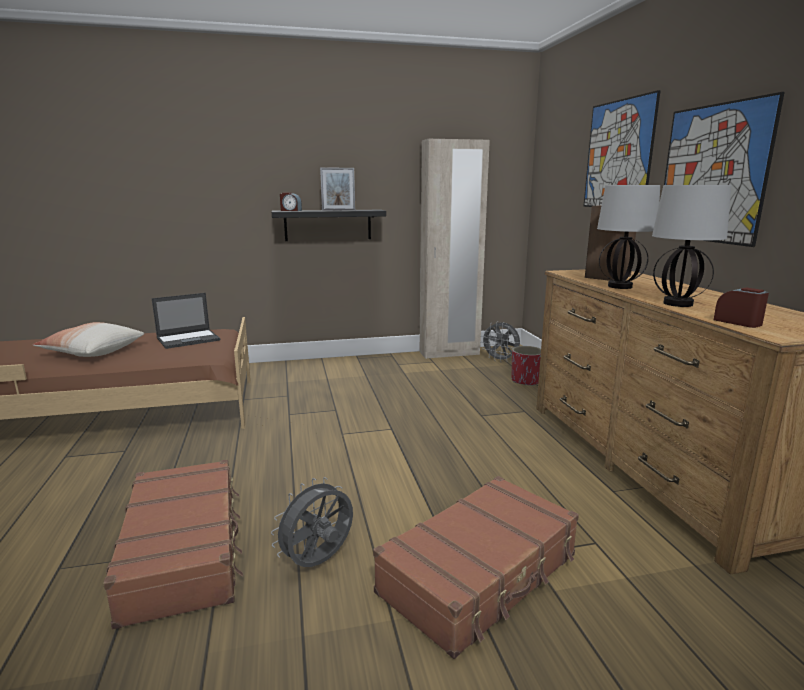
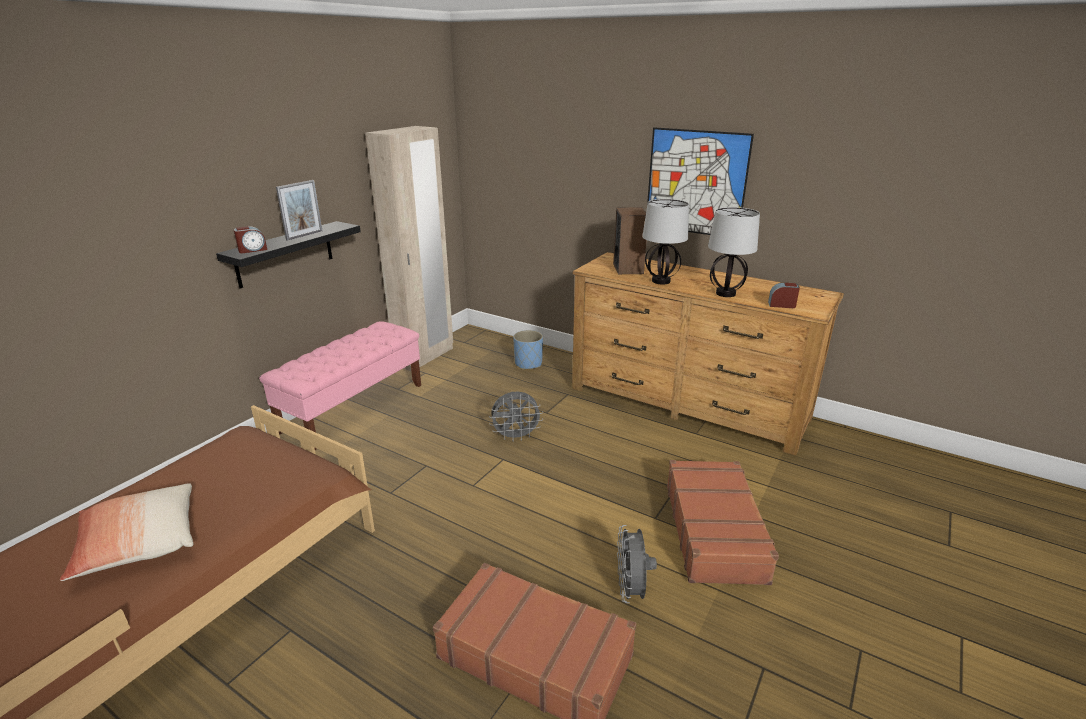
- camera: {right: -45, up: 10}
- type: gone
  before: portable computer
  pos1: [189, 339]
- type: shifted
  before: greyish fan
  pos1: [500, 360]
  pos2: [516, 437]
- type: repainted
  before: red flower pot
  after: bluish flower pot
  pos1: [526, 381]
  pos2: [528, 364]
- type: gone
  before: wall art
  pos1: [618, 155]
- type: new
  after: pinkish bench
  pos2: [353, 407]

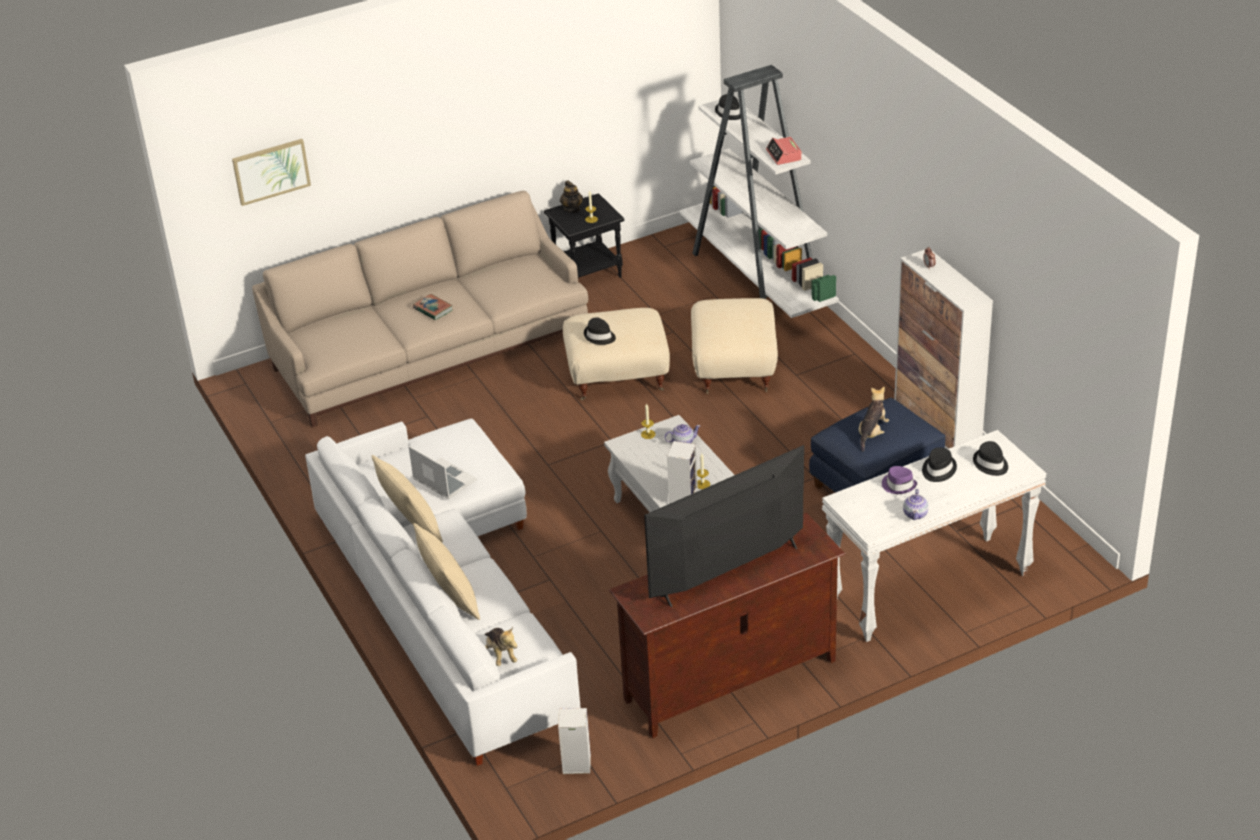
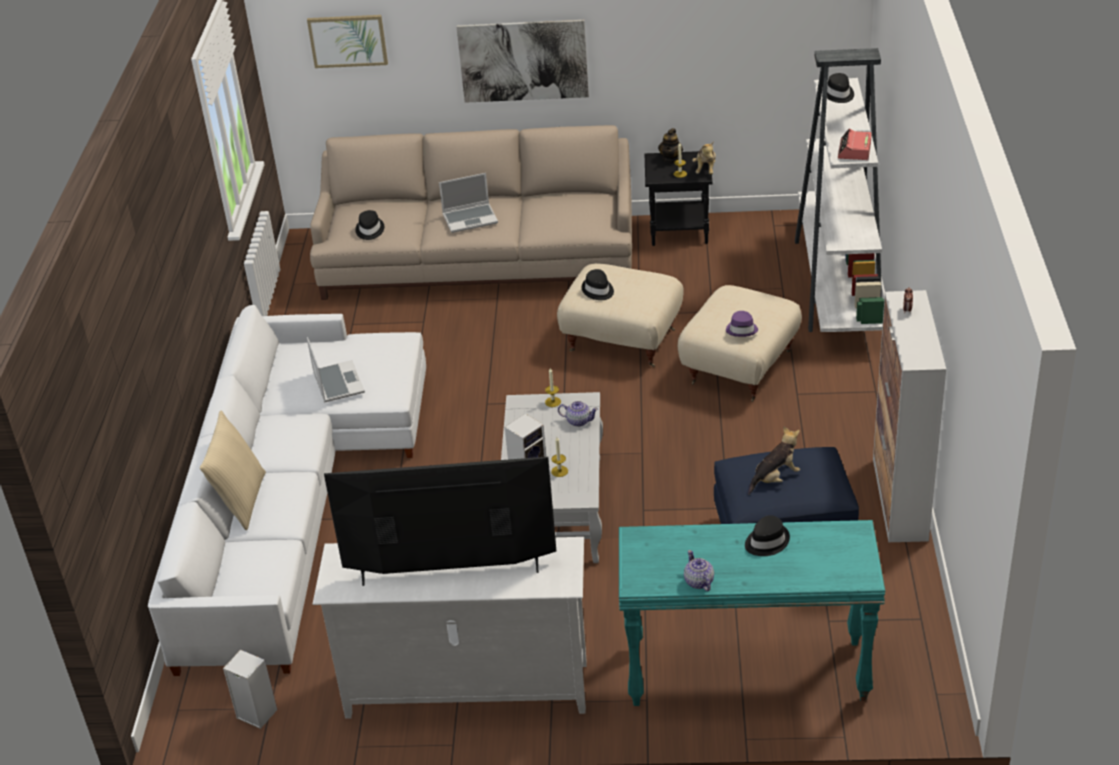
- camera: {right: 30, up: 0}
- type: gone
  before: beige throw pillow
  pos1: [411, 527]
- type: swapped
  before: bound book
  after: portable computer
  pos1: [433, 309]
  pos2: [470, 219]
- type: shifted
  before: plush toy
  pos1: [500, 655]
  pos2: [705, 169]
- type: repainted
  before: brown-coloured tv stand
  after: whitish tv stand
  pos1: [730, 681]
  pos2: [466, 690]
- type: repainted
  before: whitish narrow table
  after: turquoise-coloured narrow table
  pos1: [928, 589]
  pos2: [746, 674]
- type: shifted
  before: purple wearable hat
  pos1: [899, 485]
  pos2: [742, 329]
- type: rotated
  before: tea pot
  pos1: [915, 514]
  pos2: [698, 582]
  turn: 120
- type: shifted
  before: blackish wearable hat
  pos1: [990, 464]
  pos2: [369, 230]
- type: new
  after: wall art
  pos2: [523, 61]

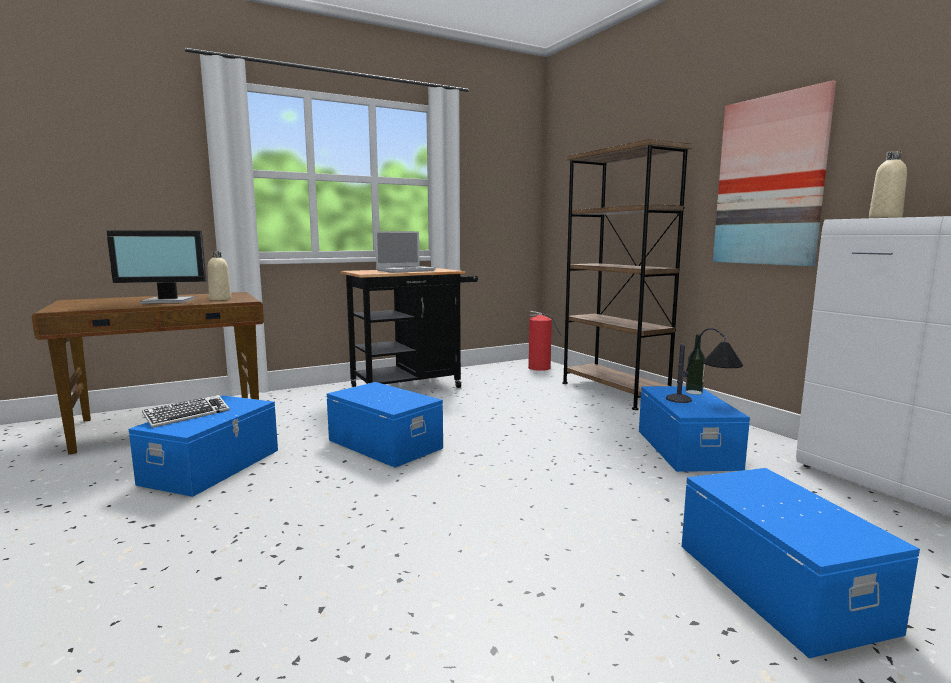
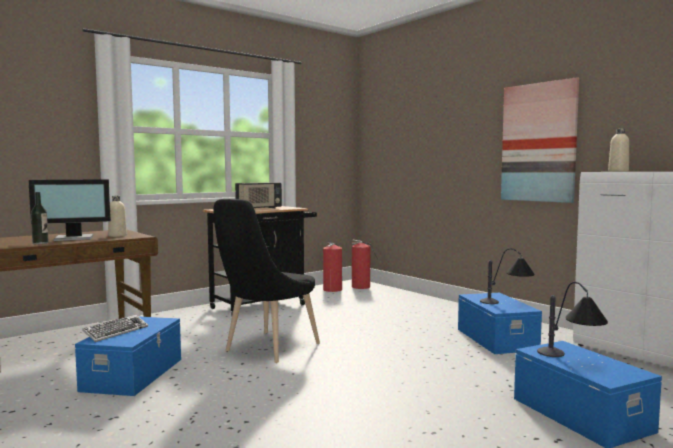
- camera: {right: -10, up: -5}
- type: swapped
  before: bluish storage box
  after: blackish upright chair
  pos1: [385, 443]
  pos2: [267, 349]
- type: swapped
  before: portable computer
  after: radio set
  pos1: [406, 270]
  pos2: [259, 208]
- type: gone
  before: brown-coloured shelving unit
  pos1: [613, 392]
- type: shifted
  before: beverage bottle
  pos1: [694, 392]
  pos2: [40, 243]
- type: new
  after: fire-fighting cylinder
  pos2: [333, 289]
- type: new
  after: lamp for a table
  pos2: [571, 361]

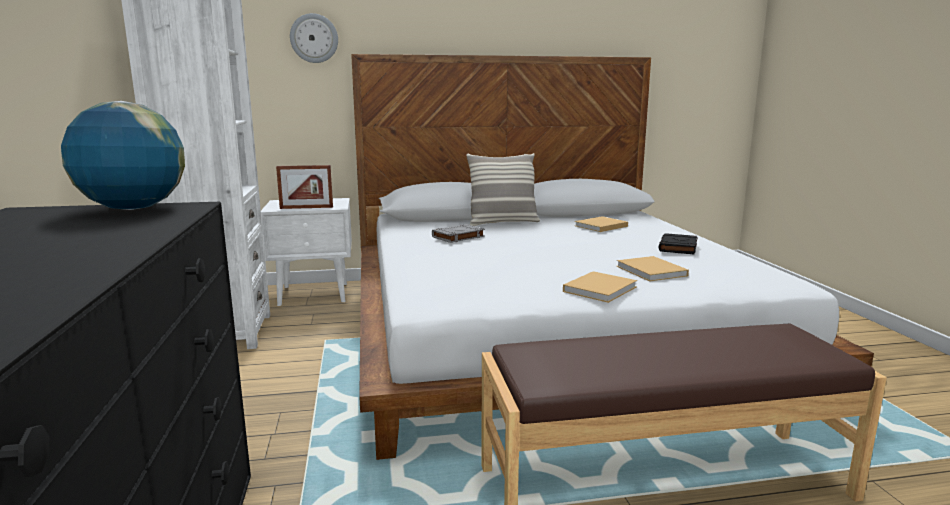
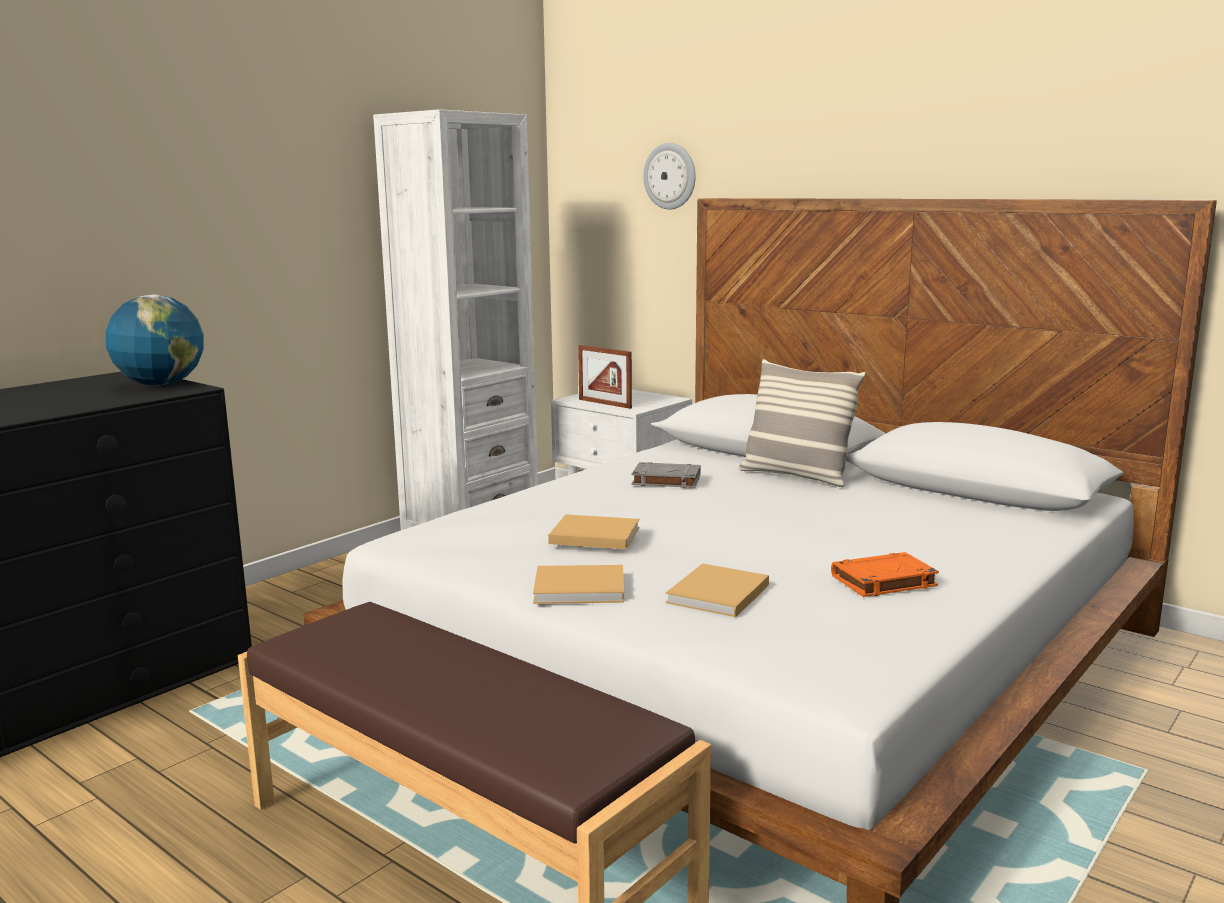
- camera: {right: 50, up: 0}
- type: shifted
  before: beige bound book
  pos1: [600, 226]
  pos2: [592, 535]
- type: repainted
  before: blackish bound book
  after: orange bound book
  pos1: [678, 248]
  pos2: [883, 581]

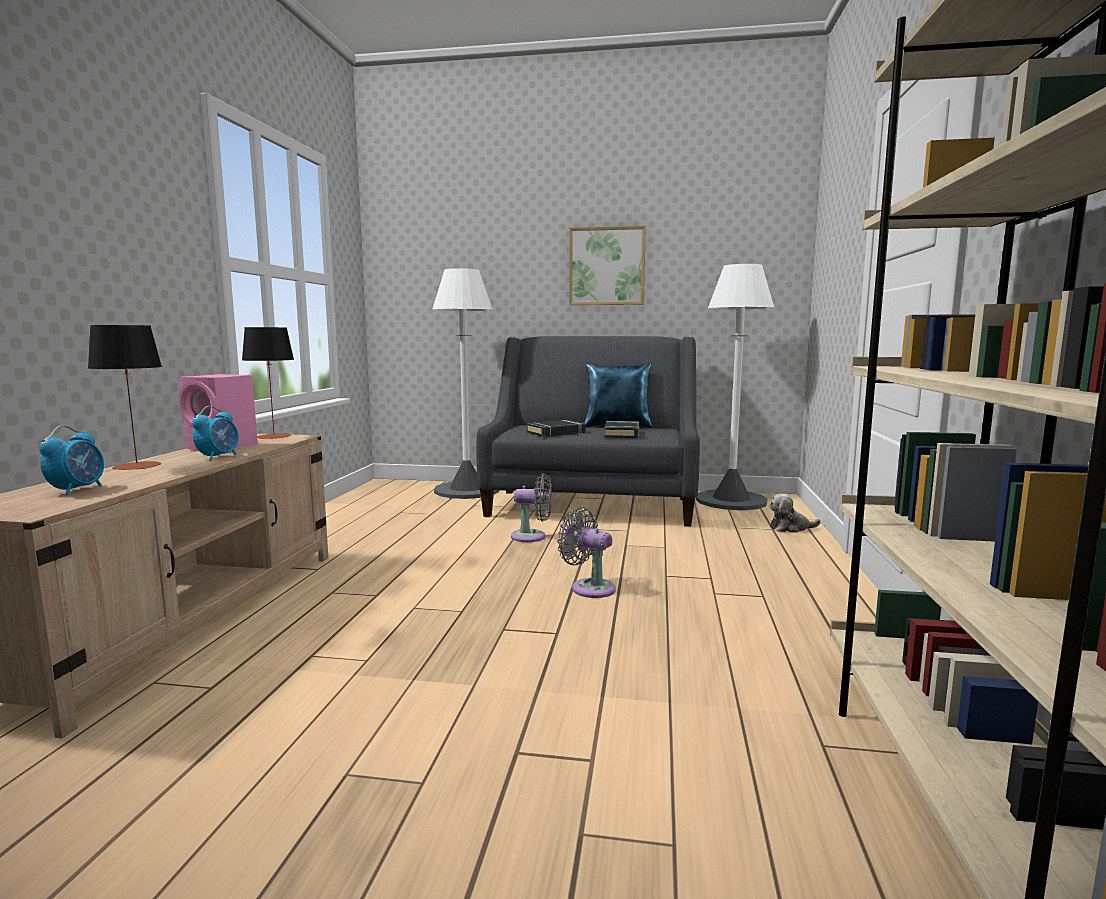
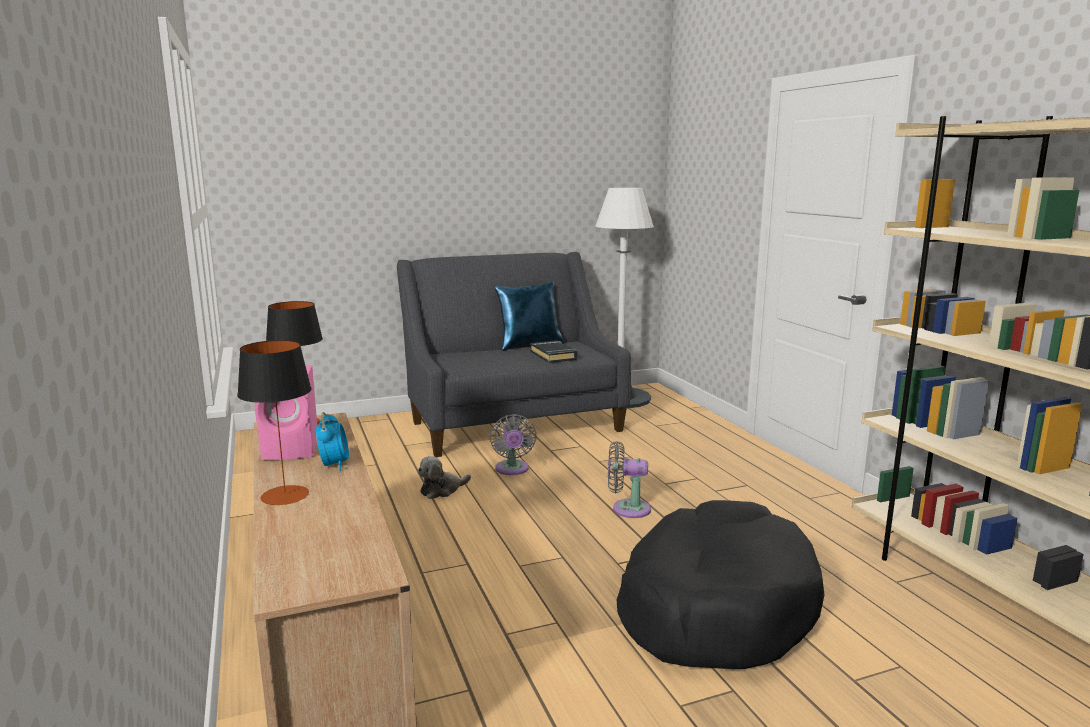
- camera: {right: -30, up: 5}
- type: gone
  before: bedside clock
  pos1: [77, 490]
- type: gone
  before: whitish standing lamp
  pos1: [467, 490]
- type: rotated
  before: greyish fan
  pos1: [532, 537]
  pos2: [512, 470]
  turn: 105
- type: gone
  before: blackish bound book
  pos1: [556, 432]
- type: gone
  before: wall art
  pos1: [607, 266]
- type: shifted
  before: plush toy
  pos1: [790, 528]
  pos2: [442, 490]
- type: new
  after: blackish pet bed
  pos2: [714, 606]

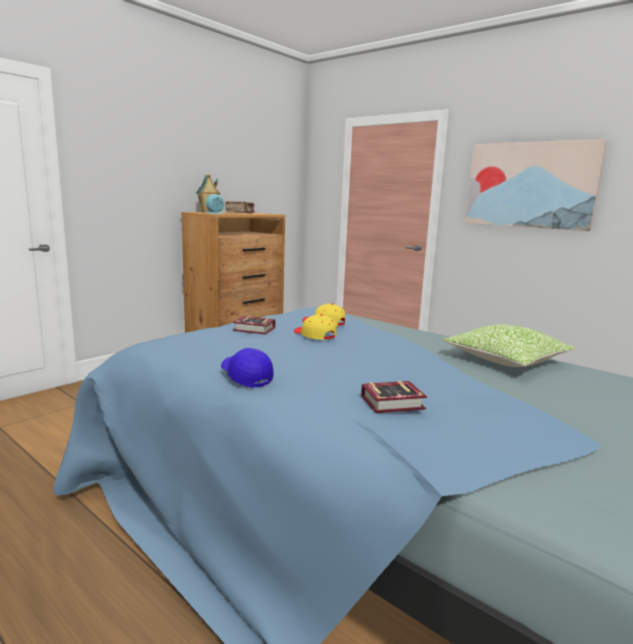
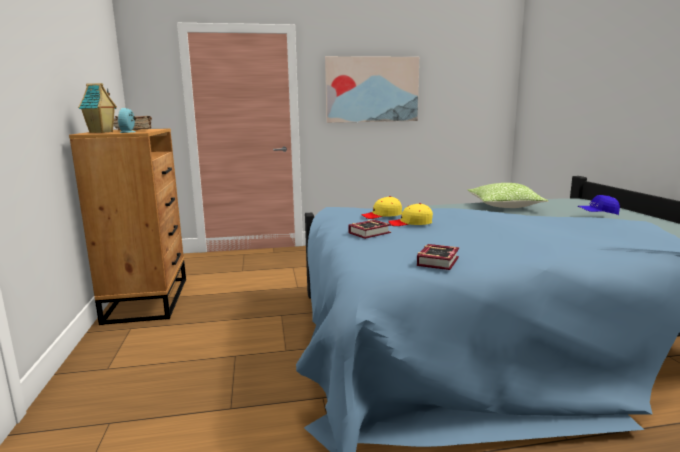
- camera: {right: -50, up: 0}
- type: shifted
  before: bluish cap
  pos1: [246, 377]
  pos2: [598, 214]
- type: shifted
  before: bound book
  pos1: [395, 403]
  pos2: [439, 261]

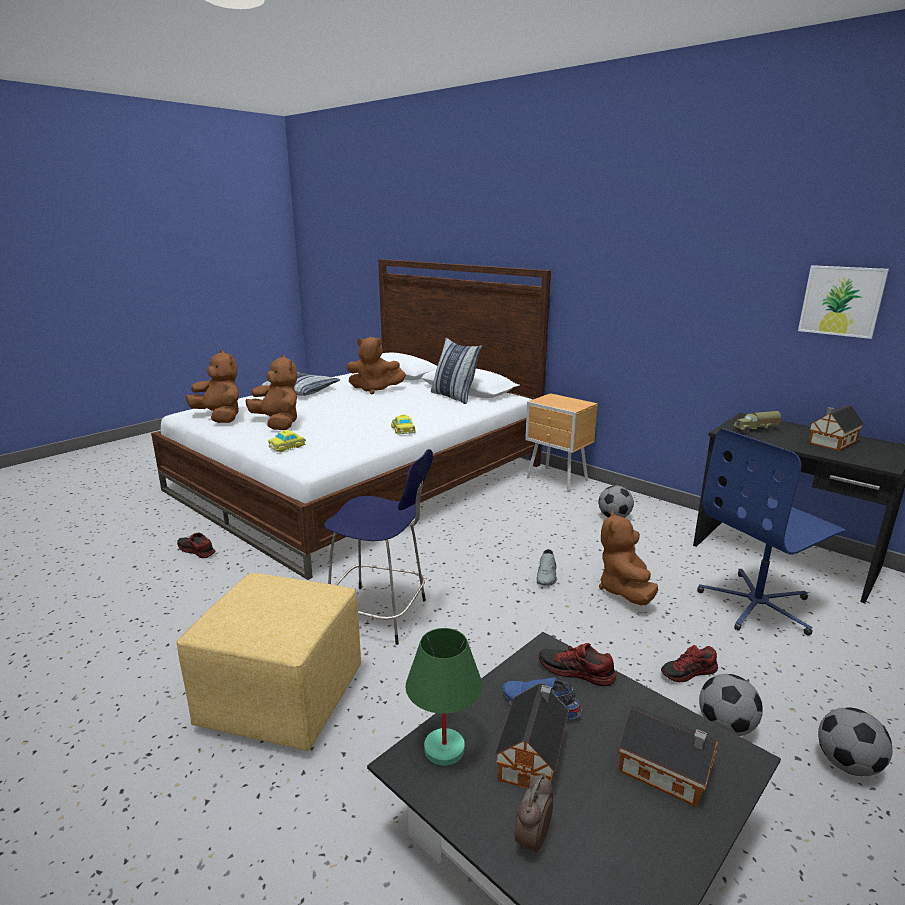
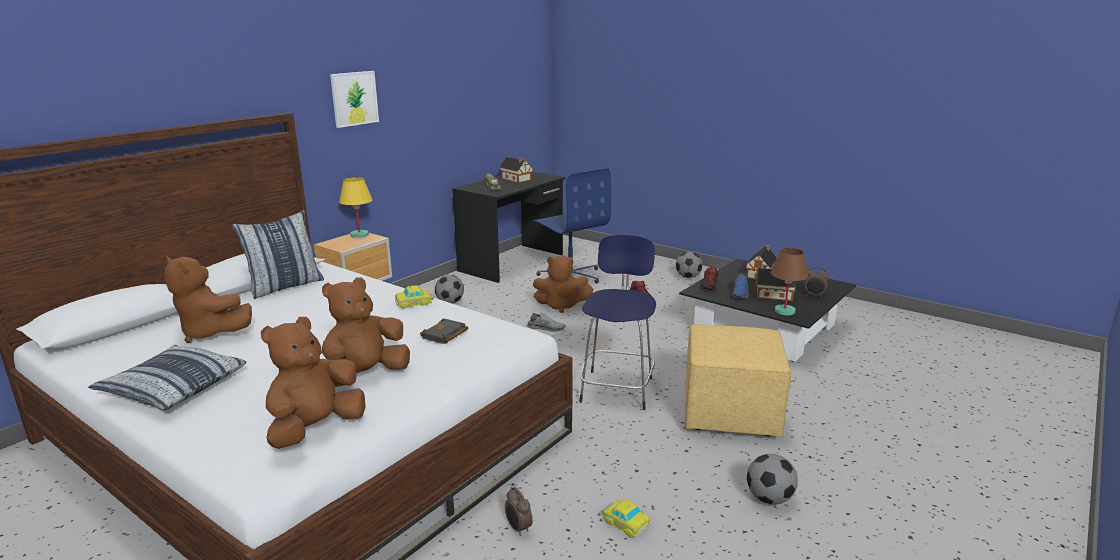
- camera: {right: -95, up: 0}
- type: swapped
  before: shoe
  after: bedside clock
  pos1: [196, 551]
  pos2: [518, 528]
- type: shifted
  before: miniature car
  pos1: [288, 446]
  pos2: [625, 522]
- type: rotated
  before: brown-coloured plush toy
  pos1: [374, 390]
  pos2: [211, 333]
  turn: 120
- type: repainted
  before: green-coloured lamp for a table
  after: brown-coloured lamp for a table
  pos1: [445, 749]
  pos2: [784, 311]
- type: shifted
  before: ball for football
  pos1: [725, 726]
  pos2: [769, 498]
- type: shifted
  before: wall art
  pos1: [841, 301]
  pos2: [354, 98]
- type: new
  after: yellow-coloured lamp for a table
  pos2: [359, 235]
- type: new
  after: blackish bound book
  pos2: [445, 335]

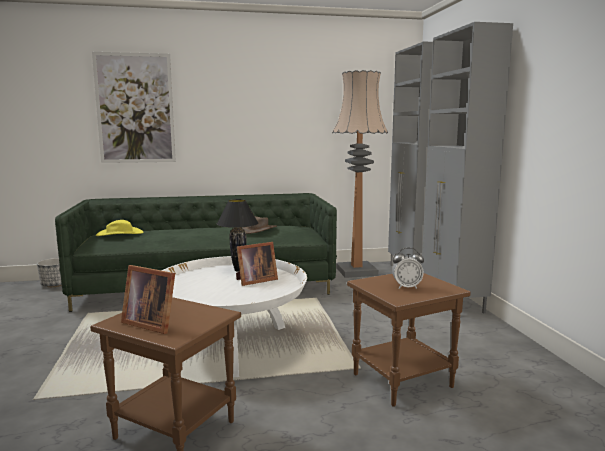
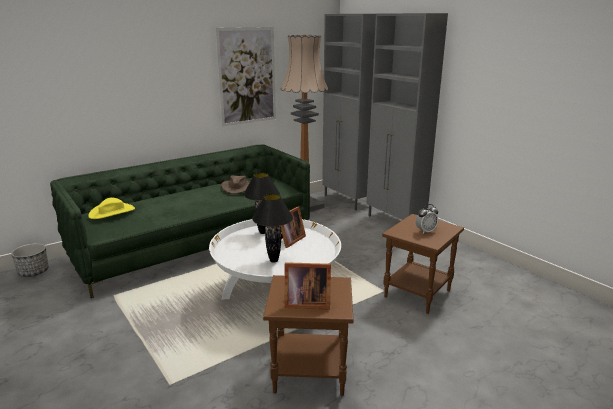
- camera: {right: -25, up: 10}
- type: shifted
  before: wall art
  pos1: [135, 108]
  pos2: [247, 76]
- type: new
  after: blackish lamp for a table
  pos2: [273, 260]

